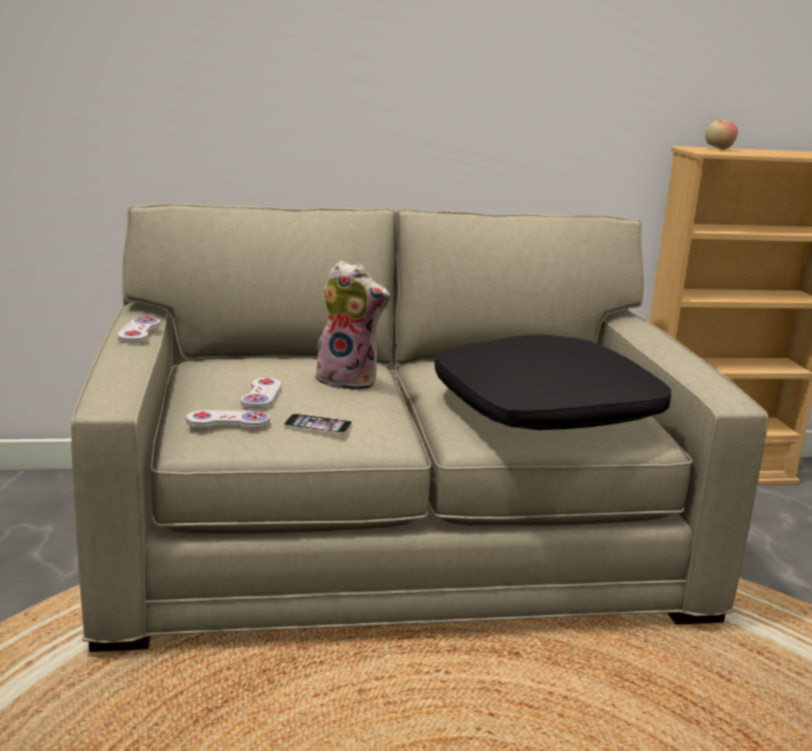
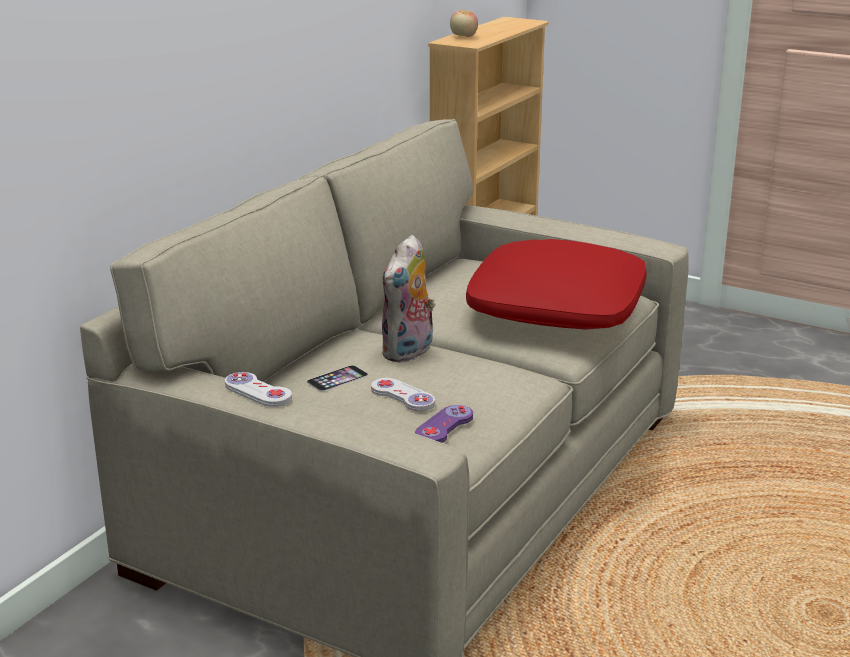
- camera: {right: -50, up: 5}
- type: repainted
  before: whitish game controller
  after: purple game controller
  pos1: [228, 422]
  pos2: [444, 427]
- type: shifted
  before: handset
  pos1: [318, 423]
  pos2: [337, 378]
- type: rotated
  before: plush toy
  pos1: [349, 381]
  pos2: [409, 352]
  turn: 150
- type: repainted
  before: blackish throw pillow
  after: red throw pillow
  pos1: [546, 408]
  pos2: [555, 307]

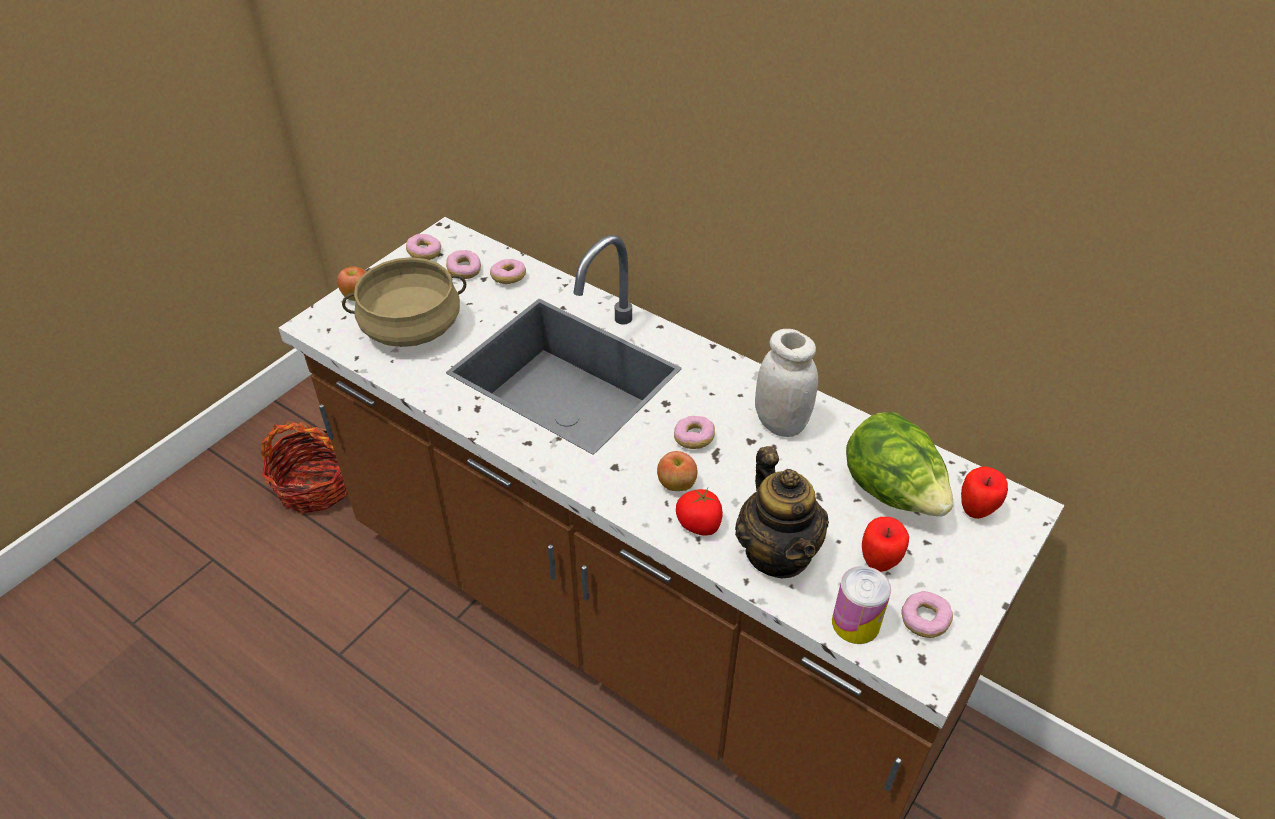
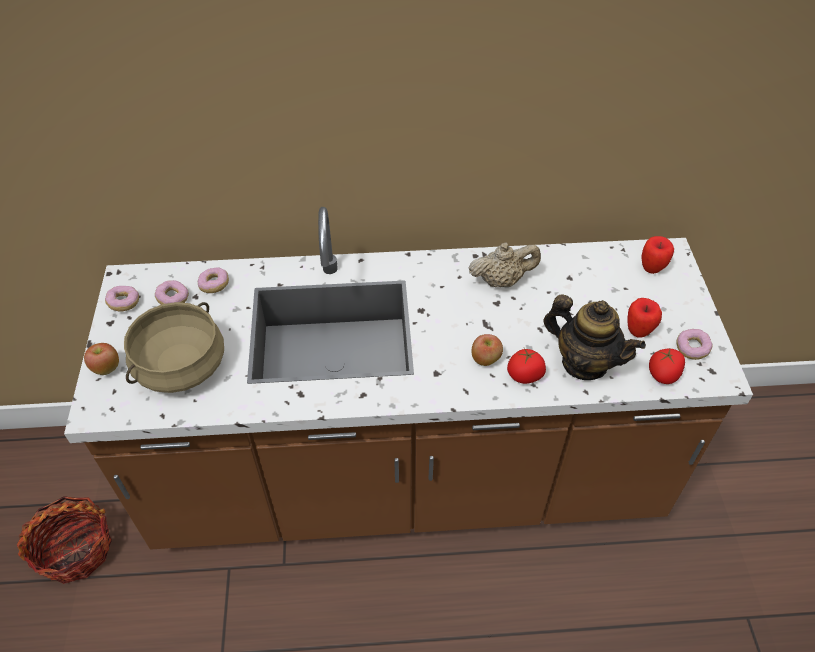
- camera: {right: -40, up: 5}
- type: gone
  before: donut
  pos1: [694, 439]
- type: swapped
  before: whitish preserve jar
  after: beige tea pot
  pos1: [781, 423]
  pos2: [501, 280]
- type: swapped
  before: can
  after: whole tomato
  pos1: [855, 623]
  pos2: [663, 375]
- type: gone
  before: head of lettuce
  pos1: [892, 493]

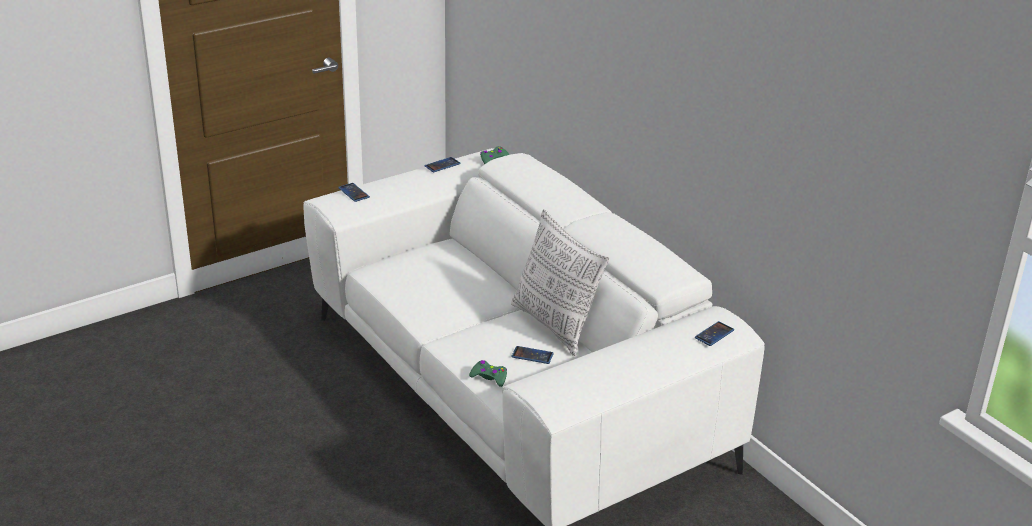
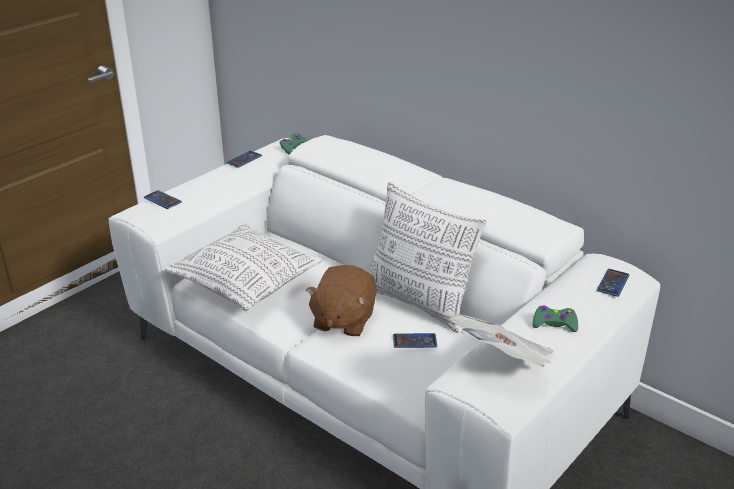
- camera: {right: -15, up: 0}
- type: shifted
  before: green-coloured game controller
  pos1: [489, 377]
  pos2: [554, 323]
- type: new
  after: throw pillow
  pos2: [247, 282]
- type: new
  after: brown-coloured plush toy
  pos2: [343, 320]
- type: new
  after: newspaper
  pos2: [503, 362]

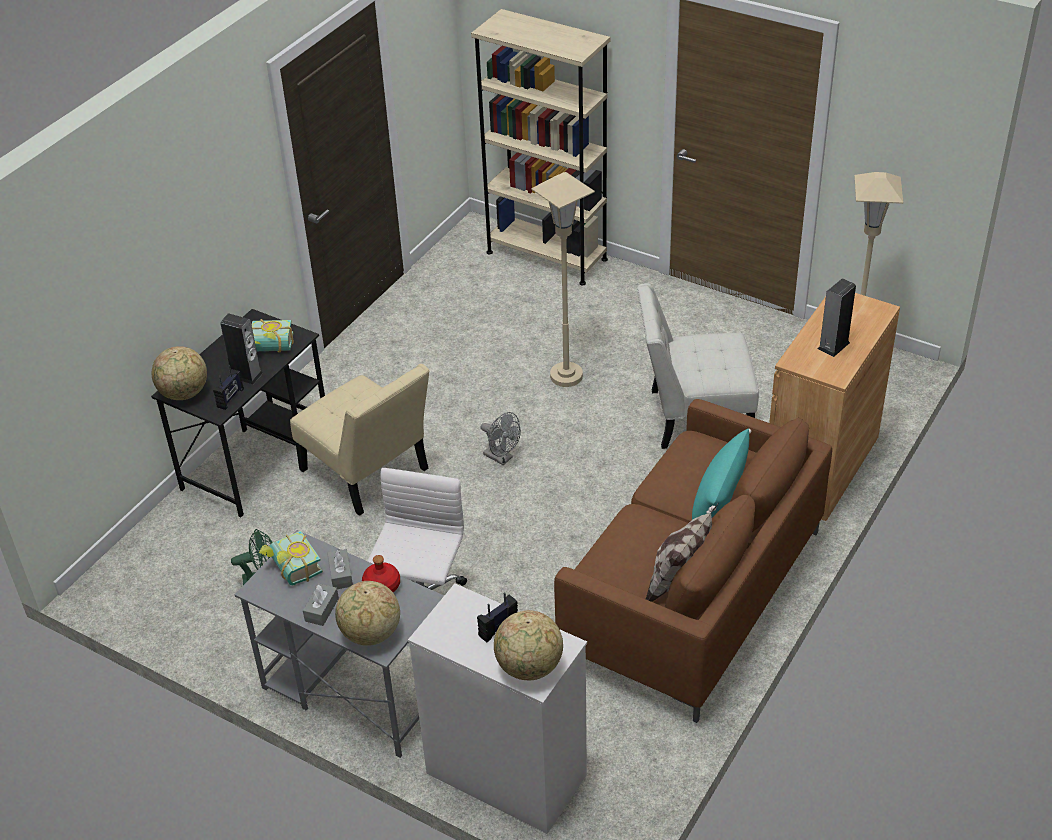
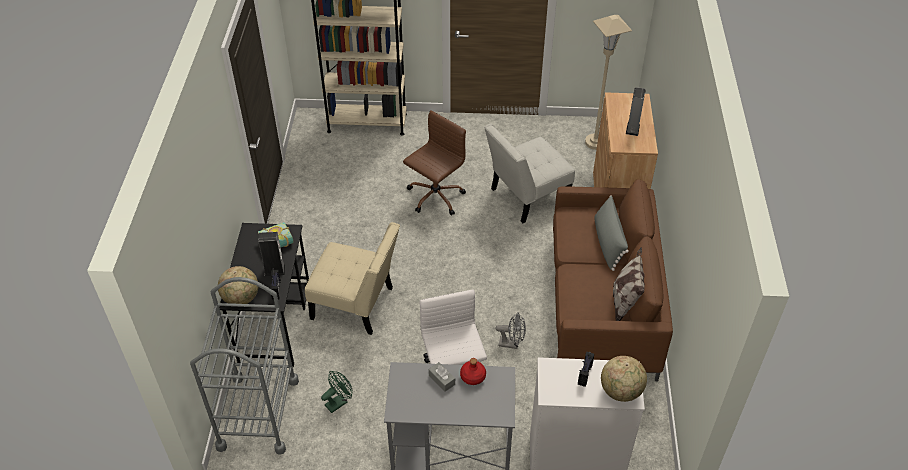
- camera: {right: -30, up: 5}
- type: gone
  before: bound book
  pos1: [291, 569]
- type: gone
  before: greyish tissue box
  pos1: [321, 610]
- type: gone
  before: desk globe
  pos1: [370, 634]
- type: shifted
  before: greyish fan
  pos1: [502, 458]
  pos2: [512, 343]
- type: swapped
  before: beige standing lamp
  after: brown-coloured computer chair
  pos1: [566, 376]
  pos2: [434, 197]
- type: repainted
  before: turquoise-coloured throw pillow
  after: greyish throw pillow
  pos1: [718, 497]
  pos2: [608, 243]
- type: new
  after: greyish cart
  pos2: [258, 413]

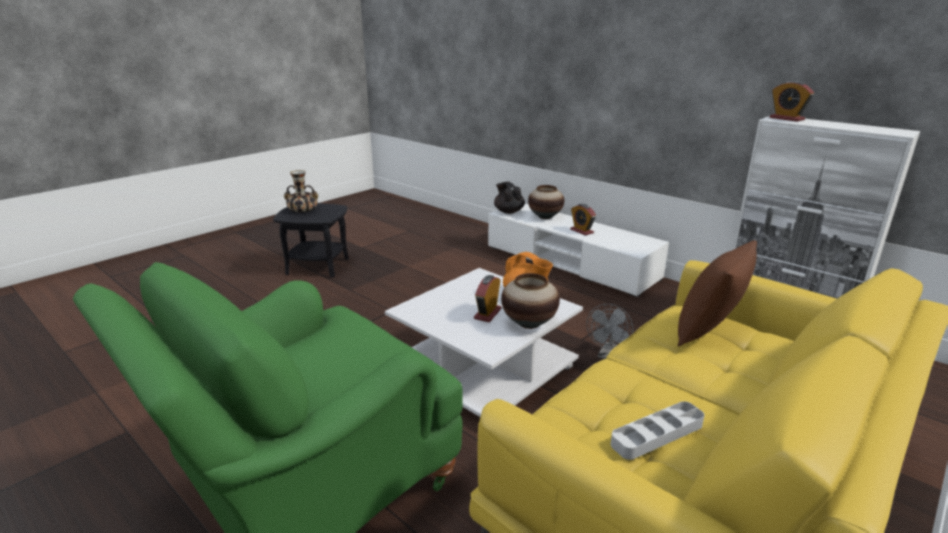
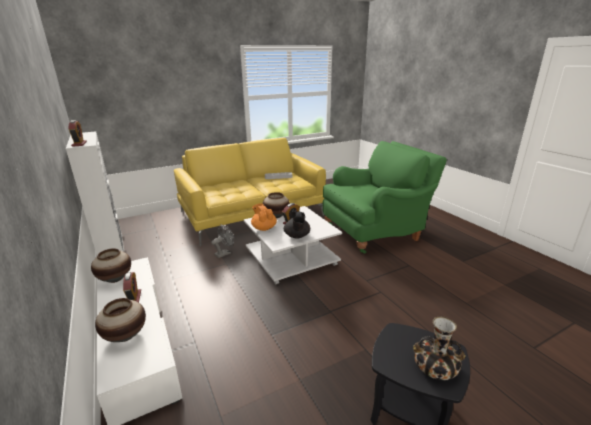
- camera: {right: -160, up: 0}
- type: shifted
  before: blackish tea pot
  pos1: [508, 211]
  pos2: [297, 236]
- type: gone
  before: brown-coloured throw pillow
  pos1: [709, 332]
- type: new
  after: flower vase
  pos2: [115, 279]

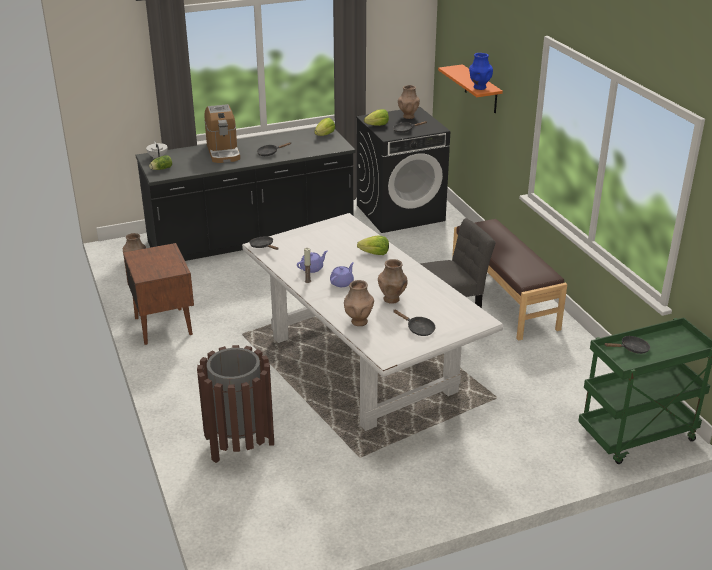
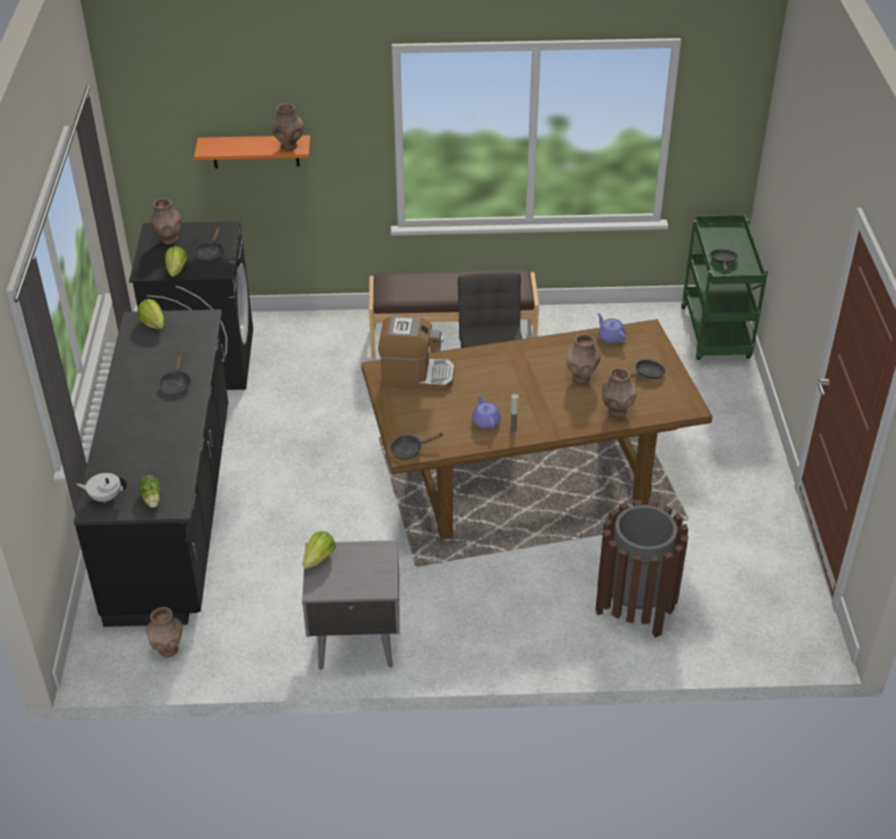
- camera: {right: -70, up: 10}
- type: repainted
  before: brown-coloured bedside table
  after: greyish bedside table
  pos1: [163, 325]
  pos2: [354, 640]
- type: shifted
  before: coffee maker
  pos1: [223, 152]
  pos2: [416, 376]
- type: repainted
  before: whitish dinner table
  after: brown-coloured dinner table
  pos1: [361, 364]
  pos2: [527, 478]
- type: shifted
  before: purple tea pot
  pos1: [342, 282]
  pos2: [610, 337]
- type: shifted
  before: head of lettuce
  pos1: [374, 254]
  pos2: [319, 558]
- type: repainted
  before: bluish flower vase
  after: brown-coloured flower vase
  pos1: [479, 87]
  pos2: [289, 147]

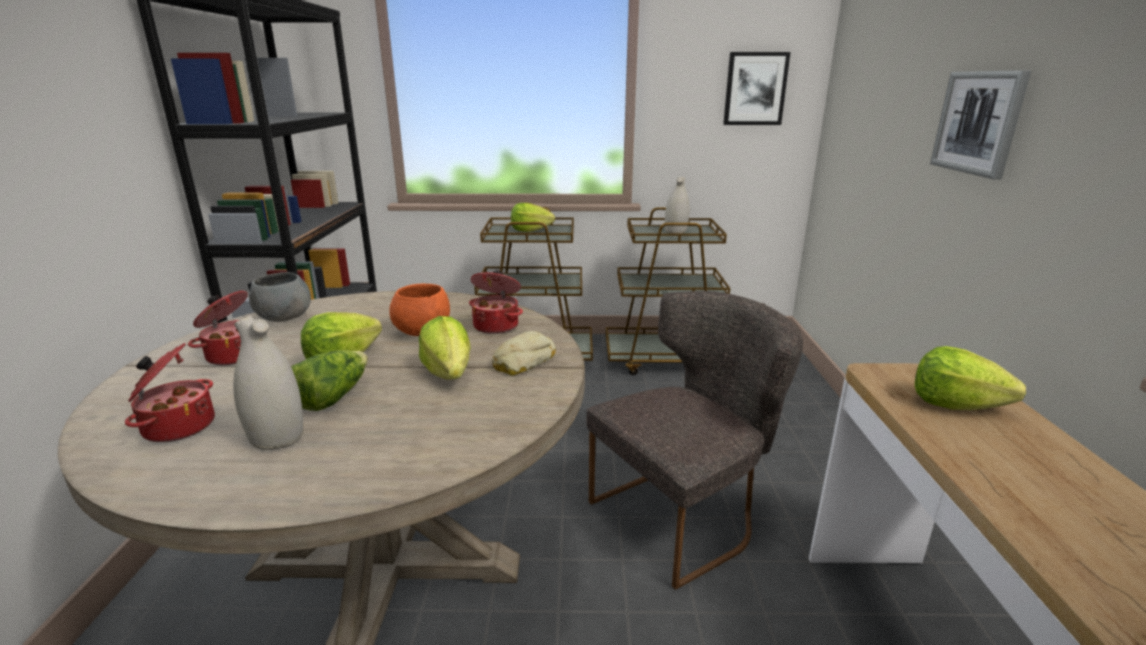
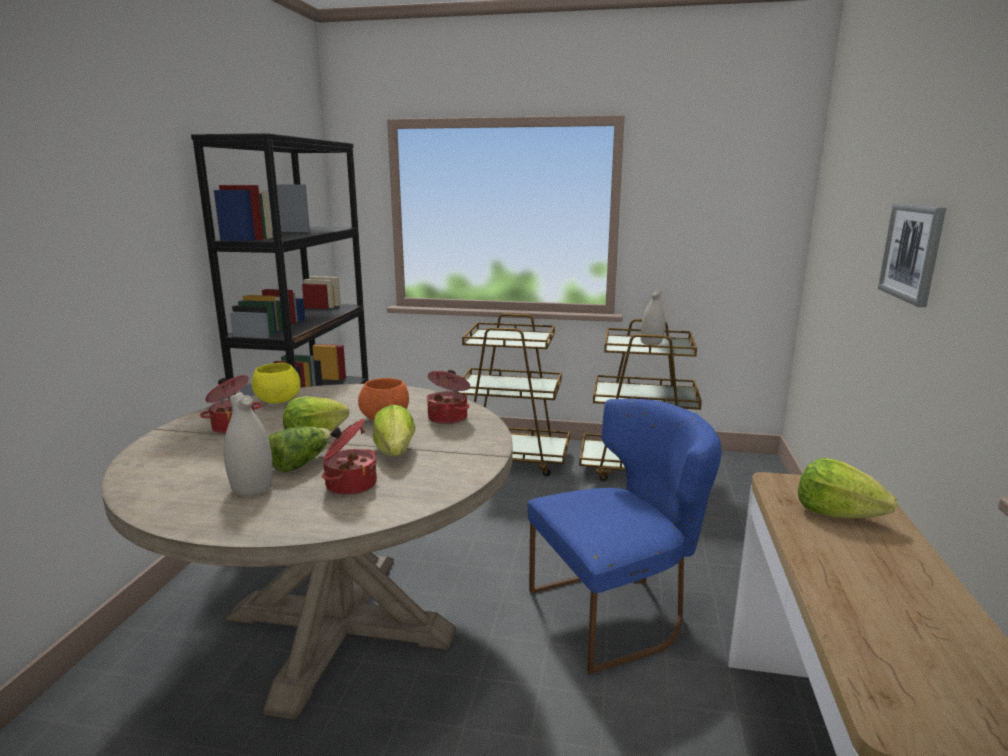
- camera: {right: 10, up: -5}
- type: shifted
  before: saucepot
  pos1: [178, 426]
  pos2: [350, 484]
- type: repainted
  before: greyish serving bowl
  after: yellow-coloured serving bowl
  pos1: [284, 318]
  pos2: [278, 401]
- type: gone
  before: baked bread
  pos1: [522, 361]
- type: gone
  before: head of lettuce
  pos1: [530, 230]
- type: repainted
  before: greyish upright chair
  after: bluish upright chair
  pos1: [684, 514]
  pos2: [617, 611]
- type: gone
  before: wall art
  pos1: [755, 89]

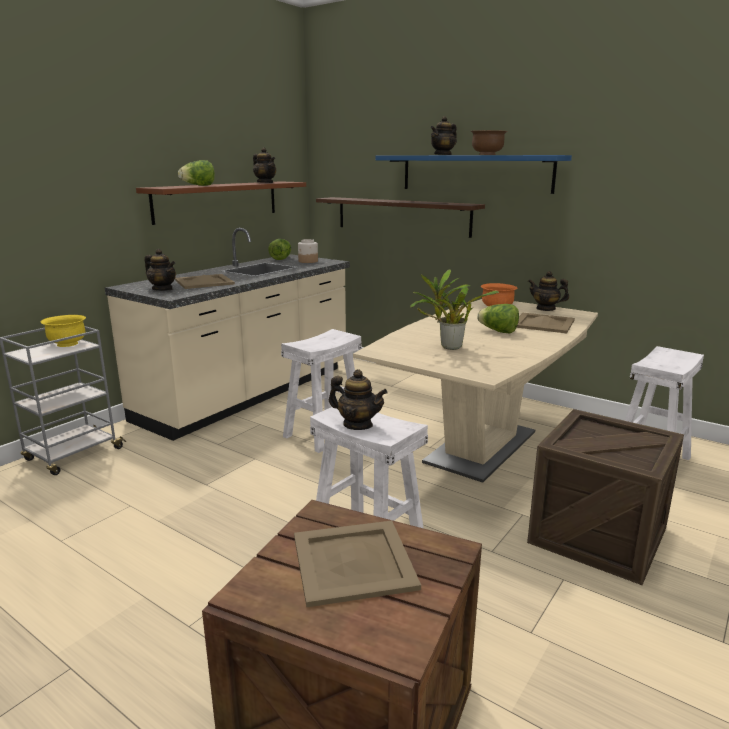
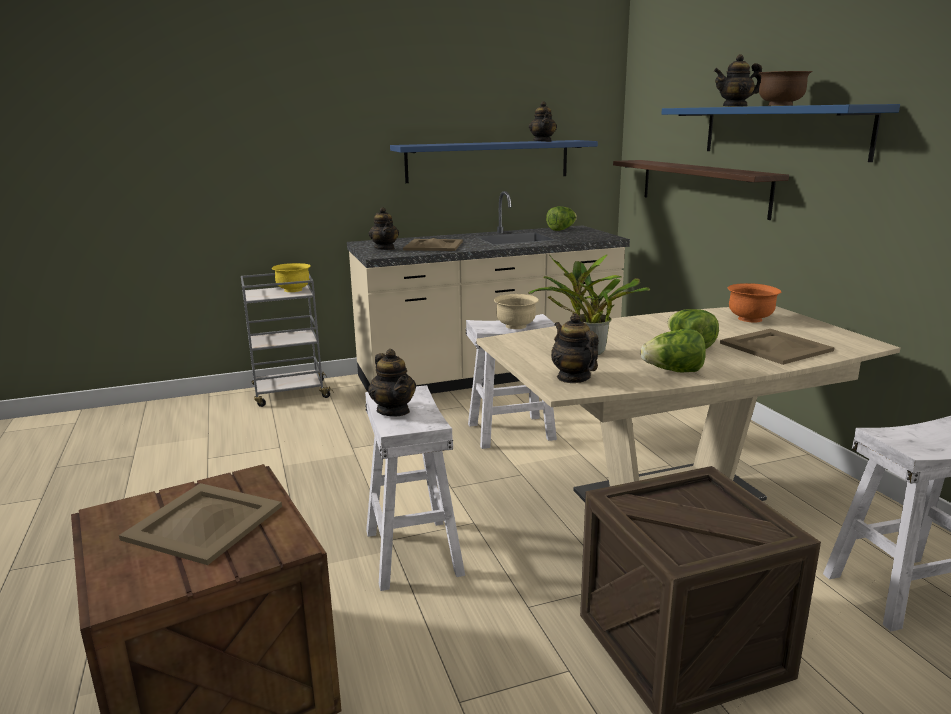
- camera: {right: 35, up: 0}
- type: repainted
  before: brown-coloured shelf
  after: bluish shelf
  pos1: [217, 201]
  pos2: [488, 161]
- type: shifted
  before: head of lettuce
  pos1: [198, 185]
  pos2: [673, 371]
- type: gone
  before: preserve jar
  pos1: [308, 261]
- type: shifted
  before: tea pot
  pos1: [546, 308]
  pos2: [573, 378]
- type: new
  after: beige serving bowl
  pos2: [515, 326]

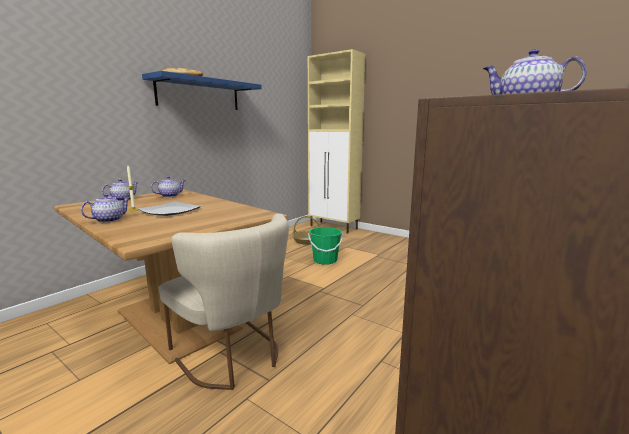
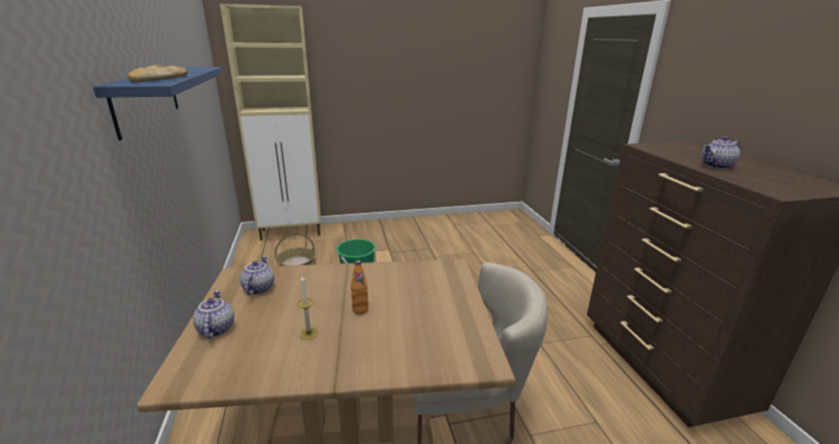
- camera: {right: -50, up: 10}
- type: gone
  before: tea pot
  pos1: [109, 220]
- type: swapped
  before: dinner plate
  after: orange beverage bottle
  pos1: [171, 211]
  pos2: [360, 310]

